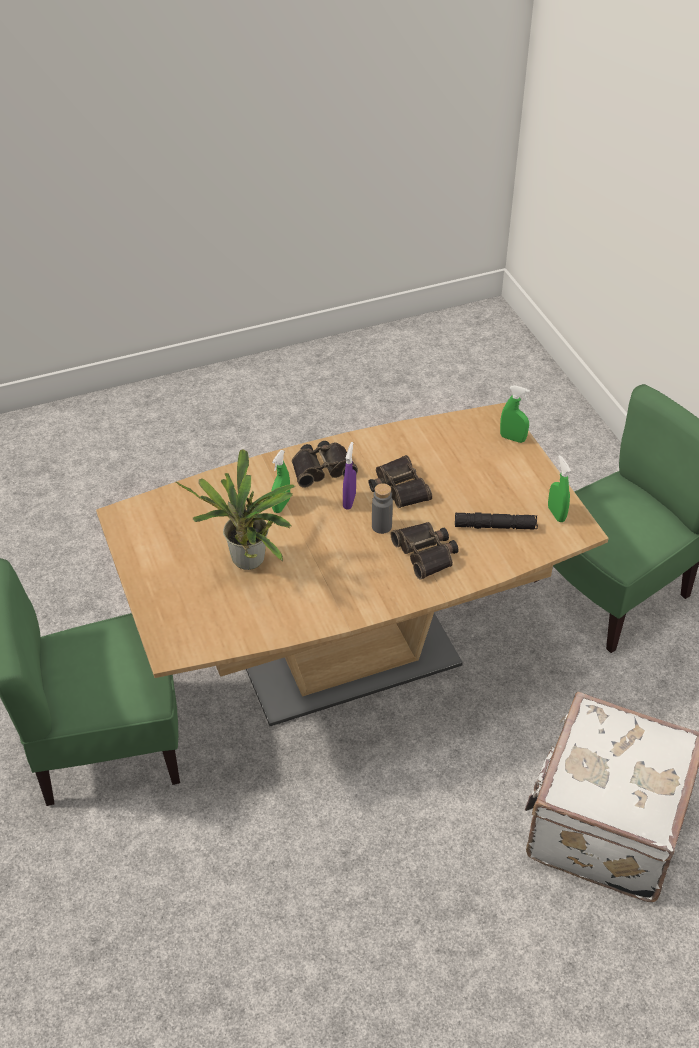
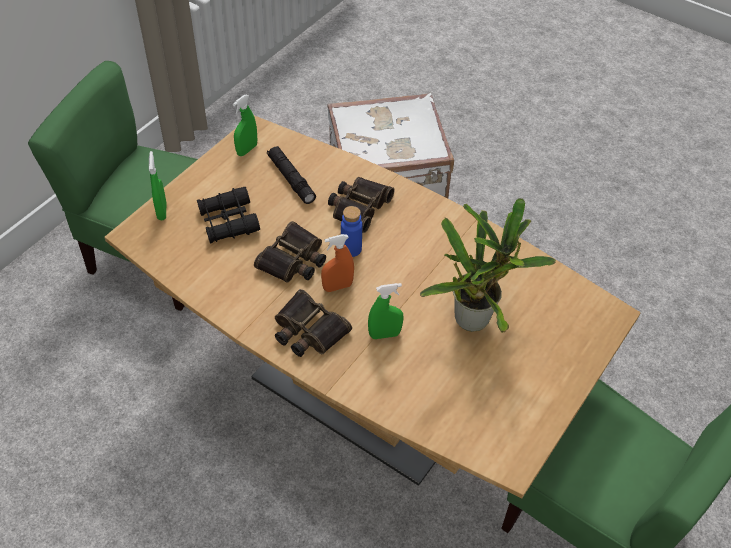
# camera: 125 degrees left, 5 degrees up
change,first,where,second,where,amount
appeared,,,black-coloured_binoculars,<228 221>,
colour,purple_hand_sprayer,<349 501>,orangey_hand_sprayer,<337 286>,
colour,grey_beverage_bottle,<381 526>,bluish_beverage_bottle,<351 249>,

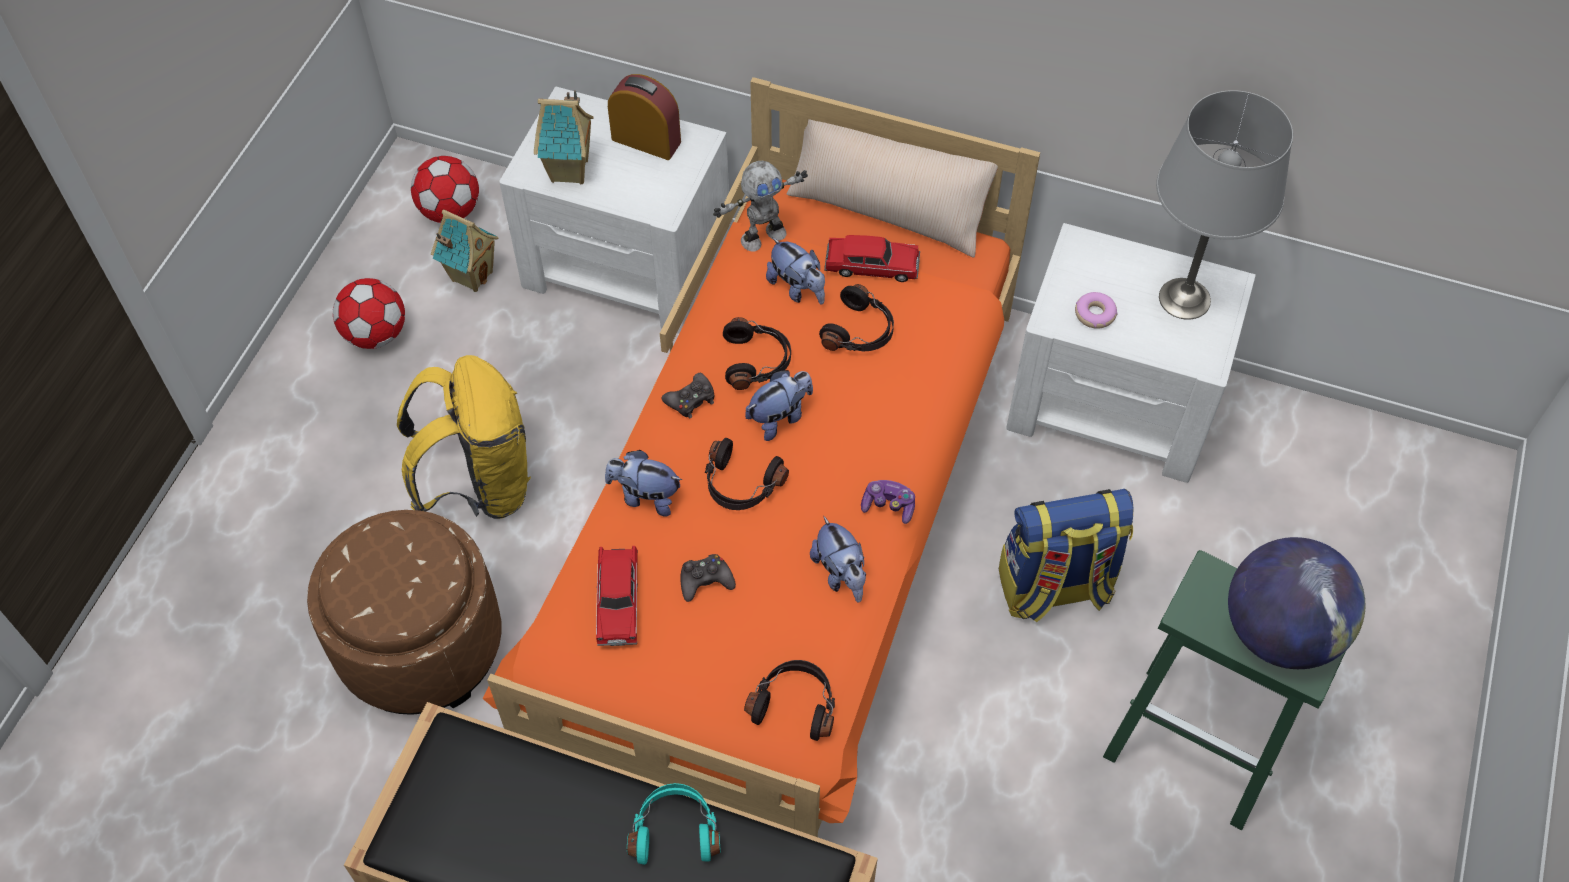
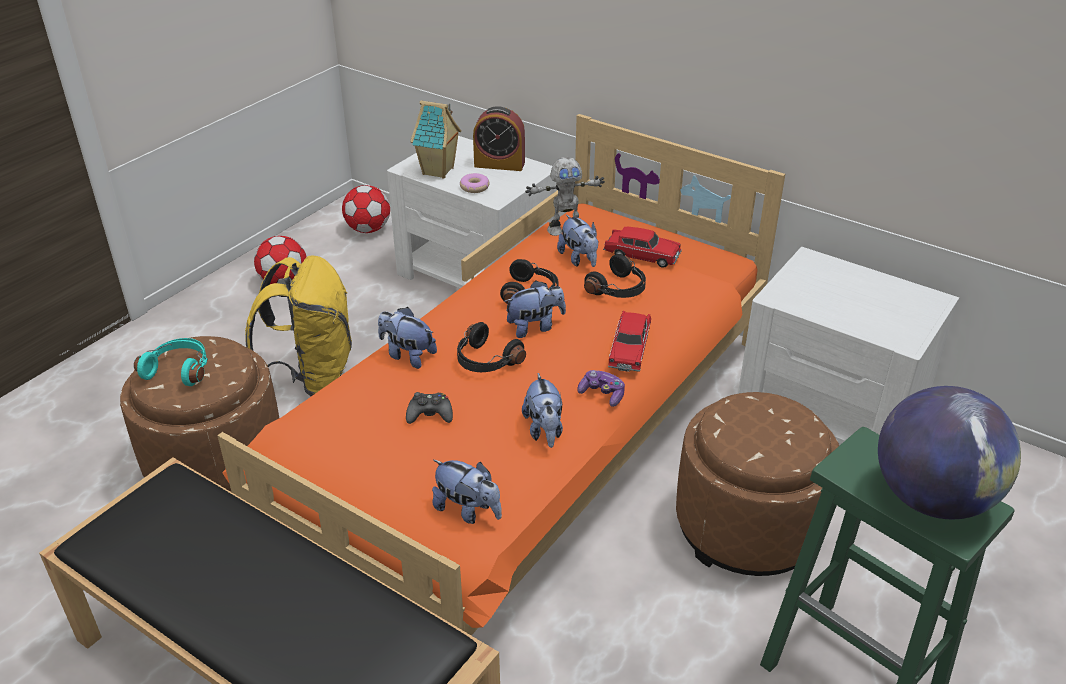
# camera: 15 degrees right, 20 degrees down
change,first,where,second,where,amount
missing,miniature_house,<471 275>,,,
missing,black-coloured_game_controller,<691 400>,,,
missing,beige-coloured_throw_pillow,<888 208>,,,
missing,grey_lamp_for_a_table,<1183 298>,,,
relocated,reddish_toy_car,<618 602>,,<629 350>,
relocated,turquoise-coloured_headphones,<675 829>,,<179 370>,
relocated,ring_doughnut,<1095 314>,,<474 187>,
exchanged,black-coloured_headphones,<795 704>,soft_toy,<468 510>,
exchanged,backpack,<1054 588>,brown-coloured_footrest,<747 527>,
spun,bedside_clock,<646 140>,,<499 164>,150 degrees clockwise

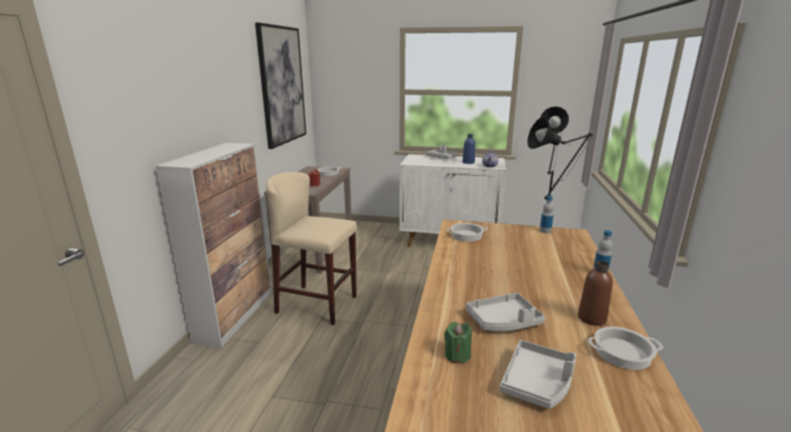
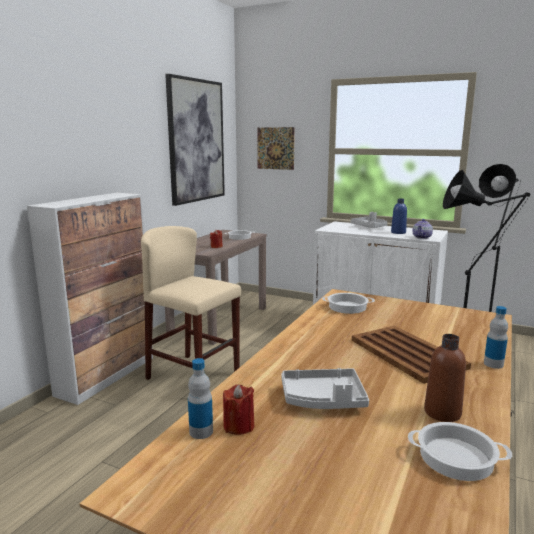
# camera: 15 degrees right, 5 degrees down
change,first,where,second,where,amount
missing,grey_tray,<538 382>,,,
appeared,,,wall_picture,<275 148>,
appeared,,,brown-coloured_tray,<407 354>,
relocated,beverage_bottle,<545 231>,,<201 431>,
colour,greenish_candle,<457 355>,reddish_candle,<239 426>,

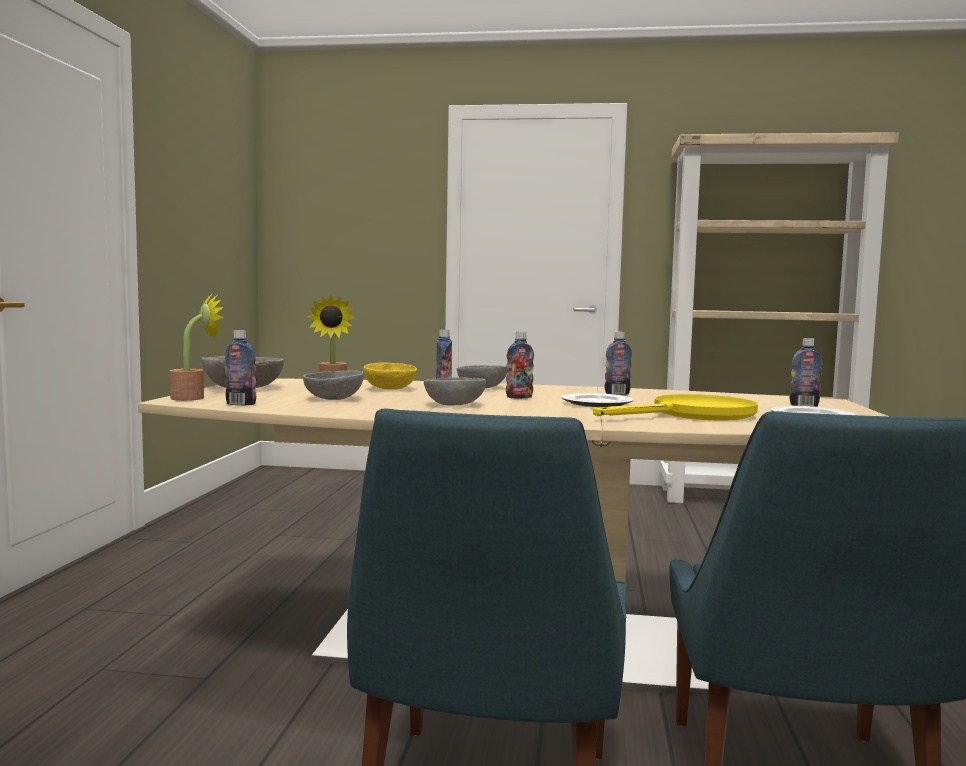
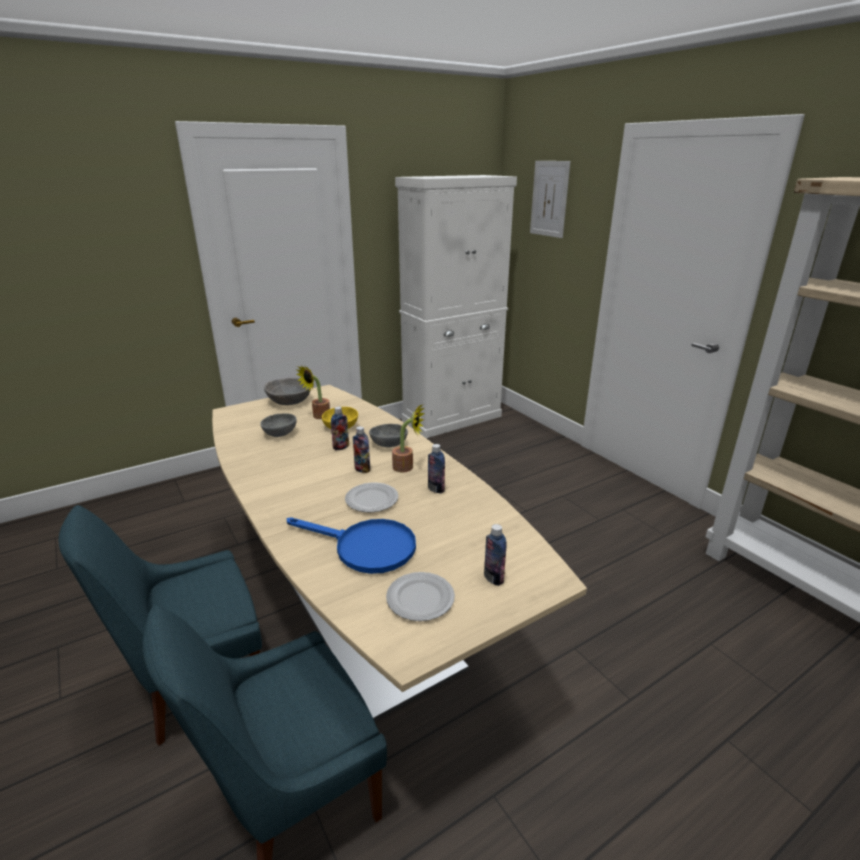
# camera: 50 degrees right, 20 degrees up
change,first,where,second,where,amount
missing,beverage_bottle,<241 404>,,,
missing,grey_bowl,<453 404>,,,
appeared,,,white-coloured_cabinet,<452 418>,
appeared,,,wall_picture,<549 199>,
relocated,plant_in_a_pot,<194 398>,,<407 467>,
colour,yellow-coloured_skillet,<692 415>,bluish_skillet,<365 547>,

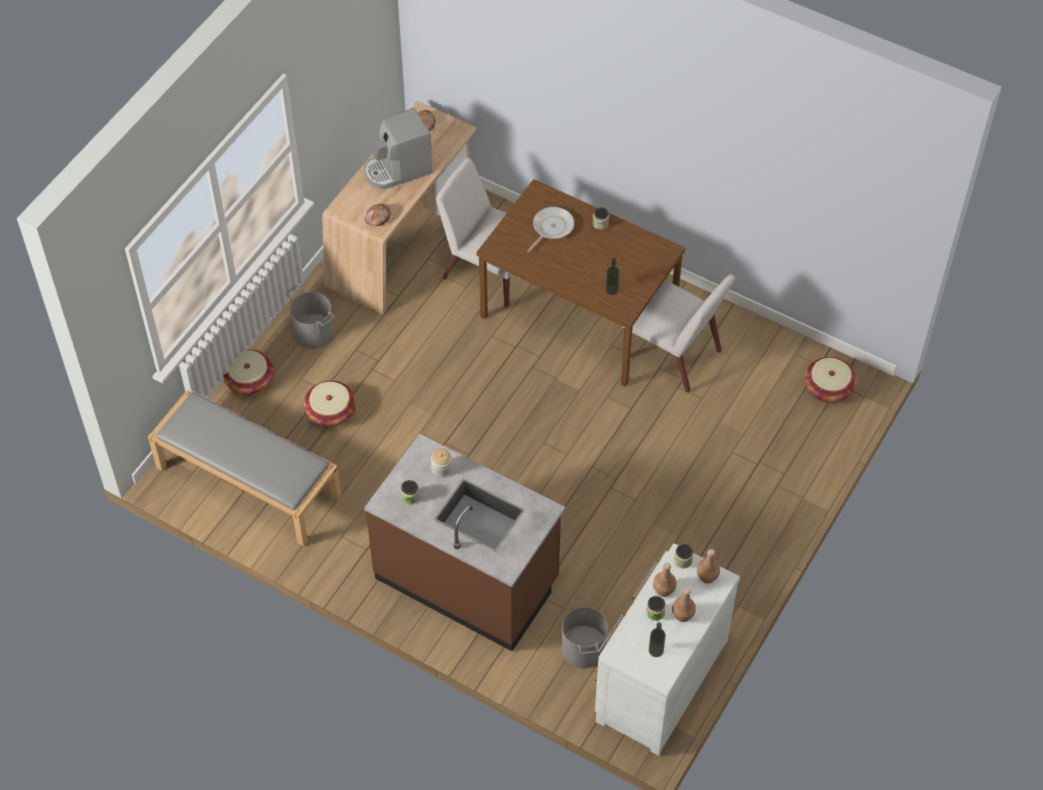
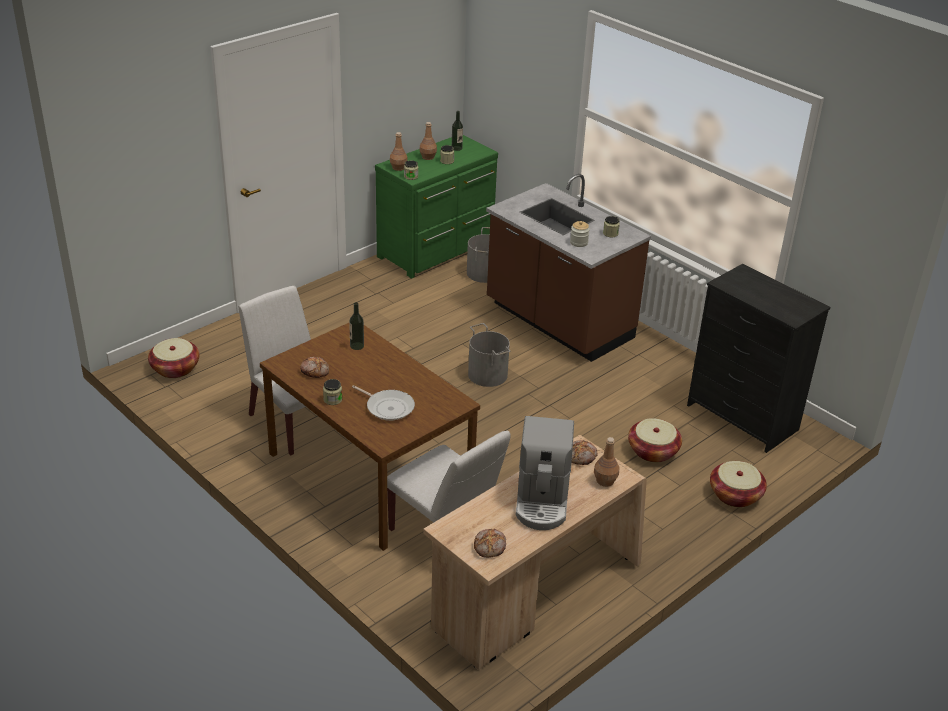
# camera: 165 degrees left, 20 degrees down
change,first,where,second,where,amount
appeared,,,baked_bread,<315 371>,
relocated,grey_pail,<314 332>,,<487 375>,
relocated,brown-coloured_beverage_bottle,<664 589>,,<604 481>,
exchanged,grey_long_seat,<247 482>,black-coloured_drawer_chest,<741 418>,
colour,white-coloured_drawer_chest,<658 680>,greenish_drawer_chest,<438 250>,
spun,coffee_maker,<397 170>,,<542 501>,105 degrees clockwise
spun,skillet,<551 228>,,<388 407>,105 degrees counterclockwise

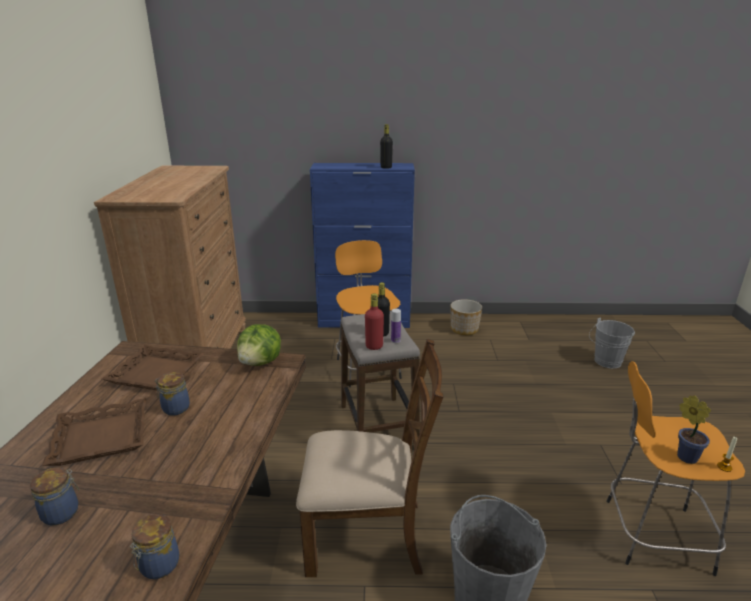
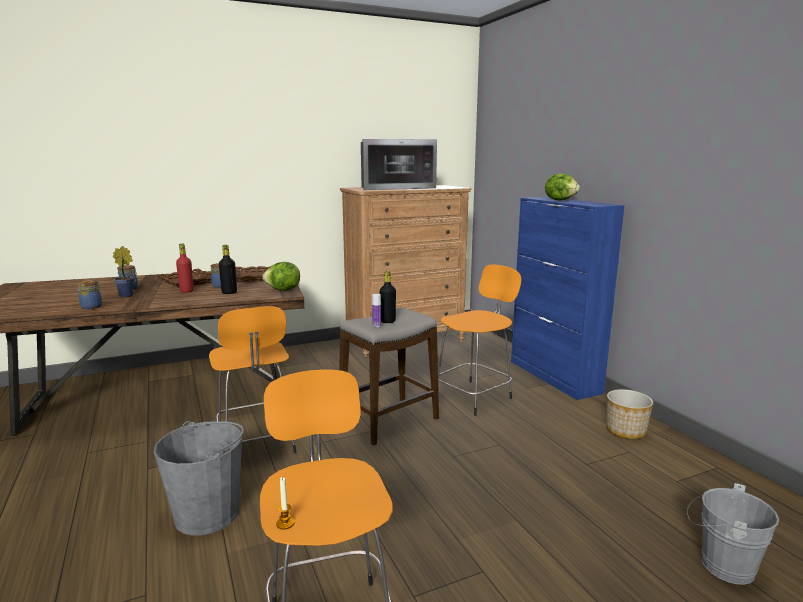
# camera: 65 degrees right, 10 degrees down
change,first,where,second,where,amount
appeared,,,microwave,<394 188>,
appeared,,,lettuce_head,<560 200>,
relocated,reddish_beverage_bottle,<374 346>,,<186 291>,
relocated,black-coloured_beverage_bottle,<386 167>,,<229 292>,
relocated,plant_in_a_pot,<684 456>,,<128 295>,
exchanged,brown-coloured_chair,<367 536>,orangey_sitting_stool,<256 445>,

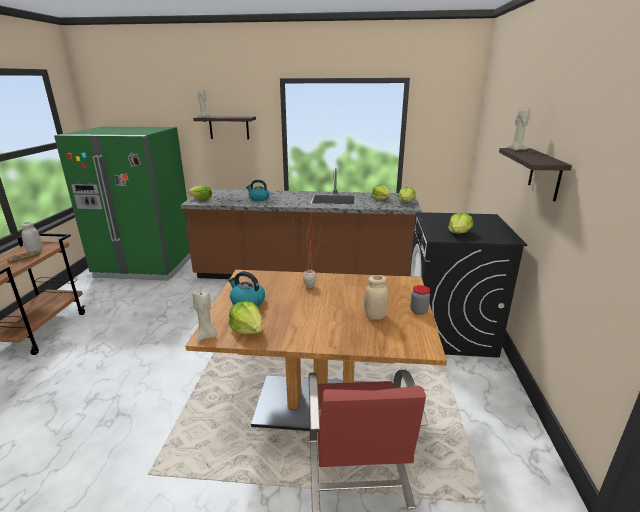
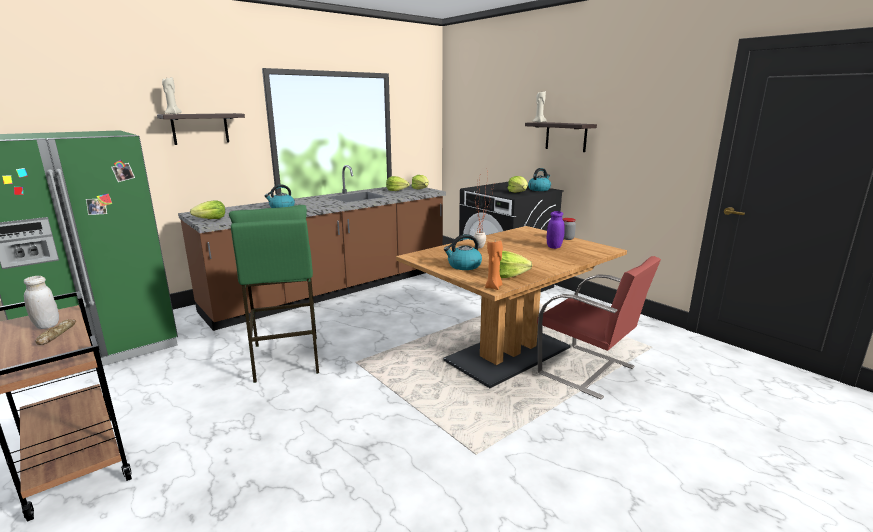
# camera: 45 degrees left, 5 degrees down
change,first,where,second,where,amount
appeared,,,greenish_sitting_stool,<286 358>,
appeared,,,kettle,<539 189>,
colour,beige-coloured_candle,<207 336>,orangey_candle,<493 287>,
colour,beige-coloured_jar,<375 316>,purple_jar,<554 247>,

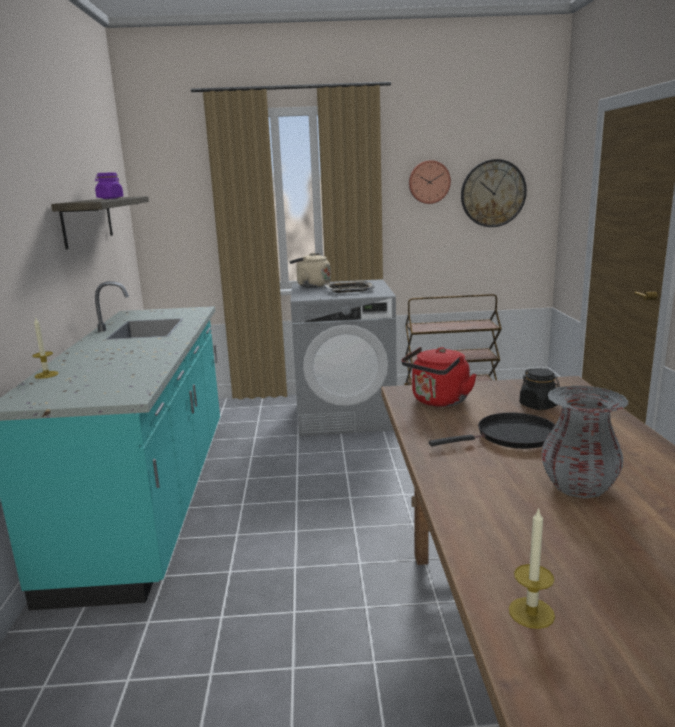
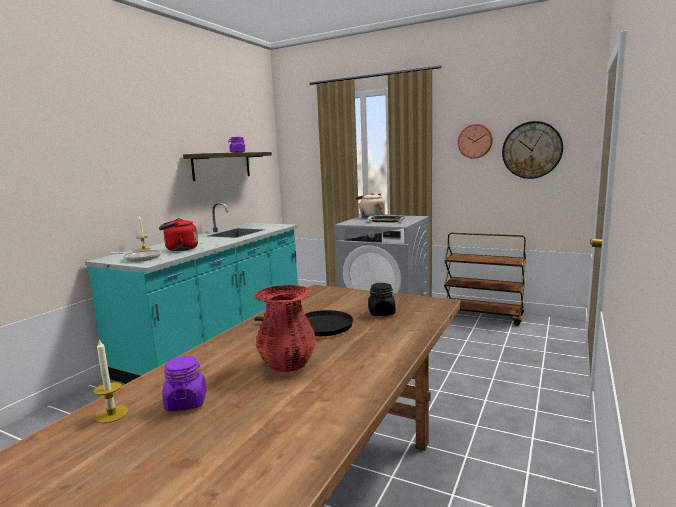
# camera: 30 degrees right, 5 degrees down
change,first,where,second,where,amount
appeared,,,skillet,<140 258>,
appeared,,,purple_jar,<186 402>,
relocated,reddish_kettle,<438 401>,,<179 249>,
colour,grey_decorative_vase,<578 487>,reddish_decorative_vase,<288 364>,

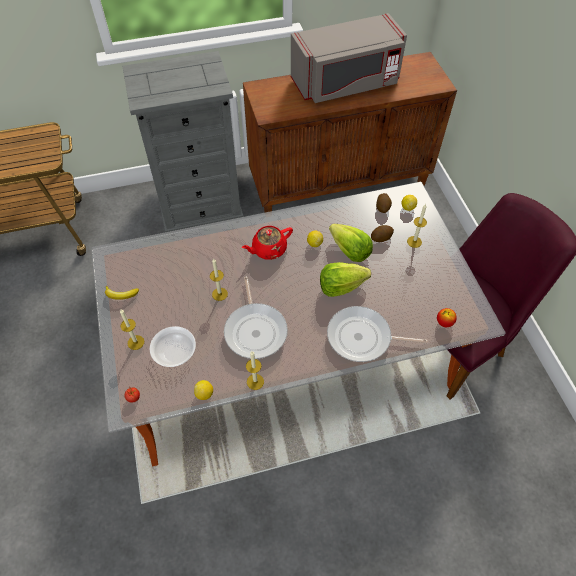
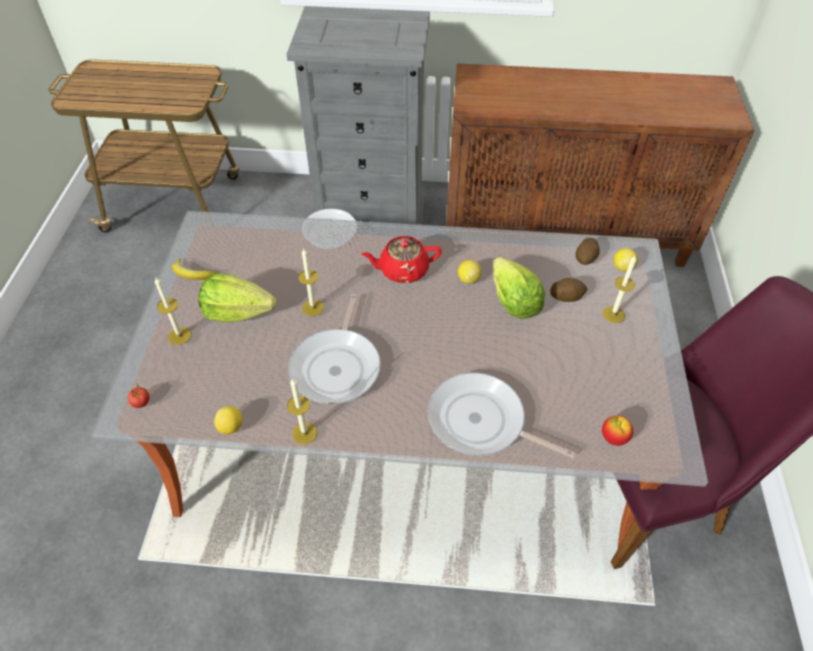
# camera: 20 degrees right, 5 degrees down
change,first,where,second,where,amount
missing,grey_microwave,<346 83>,,,
relocated,bowl,<175 353>,,<331 239>,
relocated,lettuce_head,<341 286>,,<237 312>,

